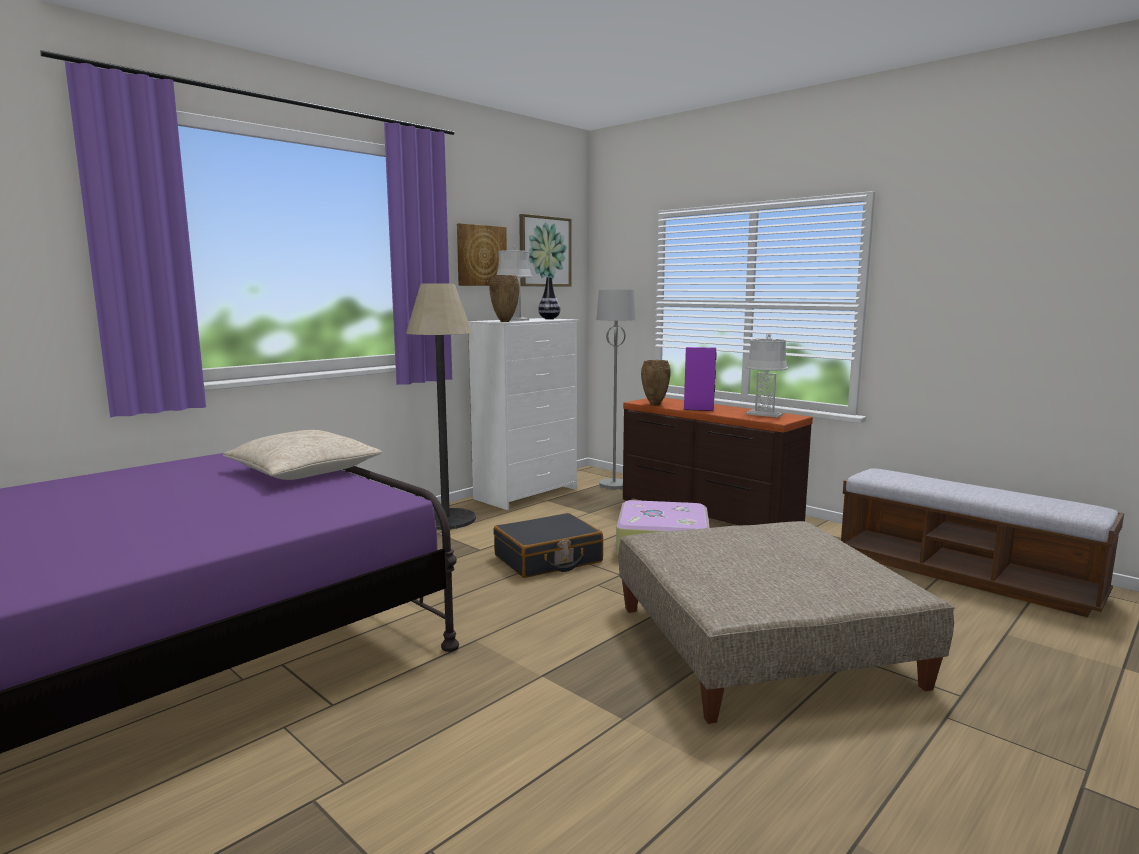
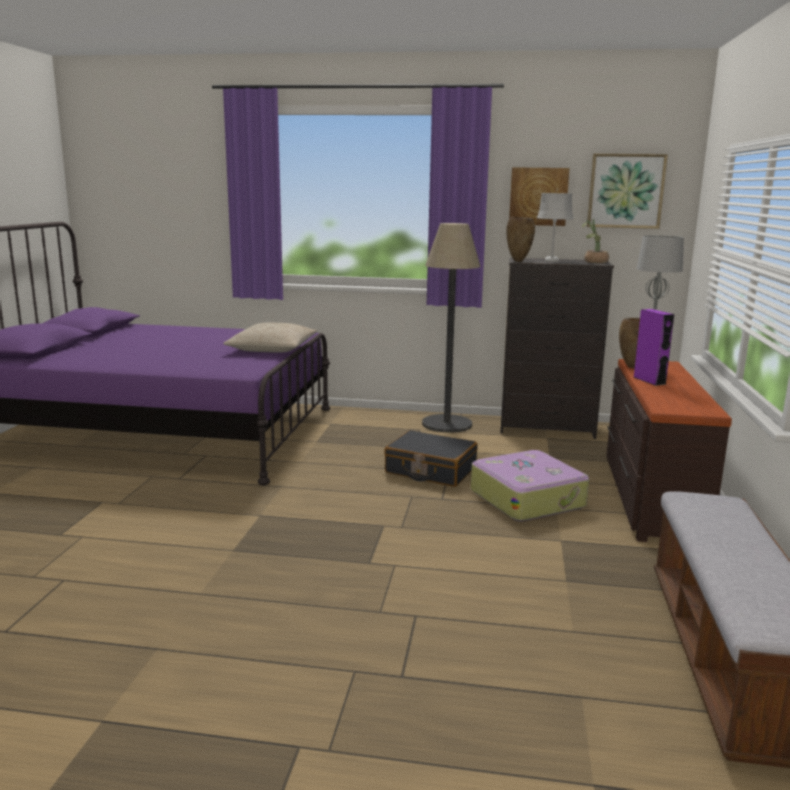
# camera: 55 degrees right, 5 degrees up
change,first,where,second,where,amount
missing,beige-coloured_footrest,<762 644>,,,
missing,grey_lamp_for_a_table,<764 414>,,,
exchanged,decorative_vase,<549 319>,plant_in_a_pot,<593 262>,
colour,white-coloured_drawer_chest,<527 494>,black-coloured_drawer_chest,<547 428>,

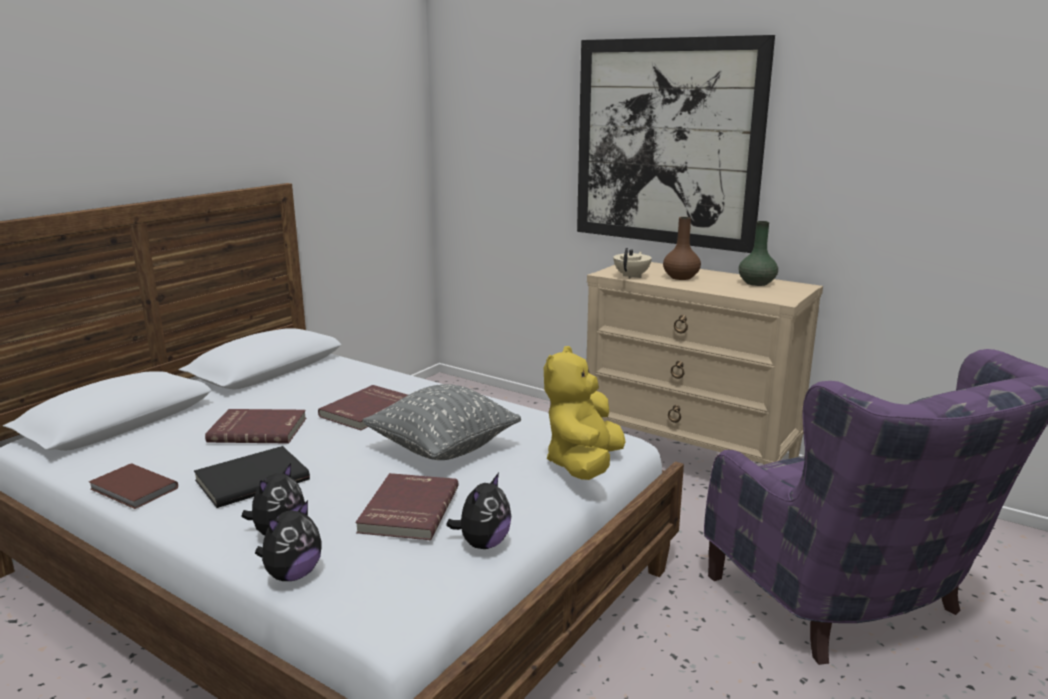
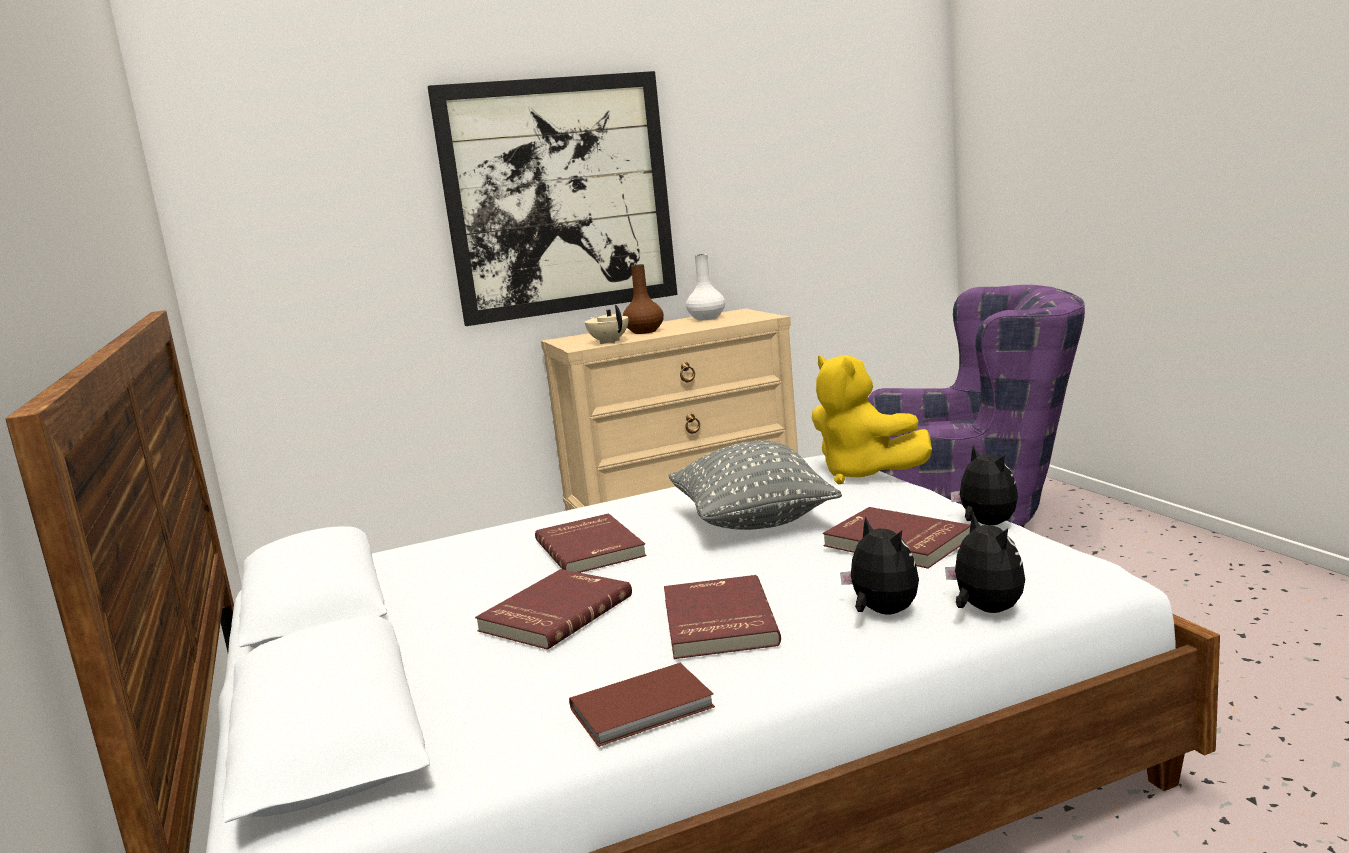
# camera: 55 degrees left, 5 degrees down
change,first,where,second,where,amount
colour,black-coloured_book,<251 479>,reddish_book,<716 622>,
colour,greenish_decorative_vase,<757 283>,white-coloured_decorative_vase,<707 318>,

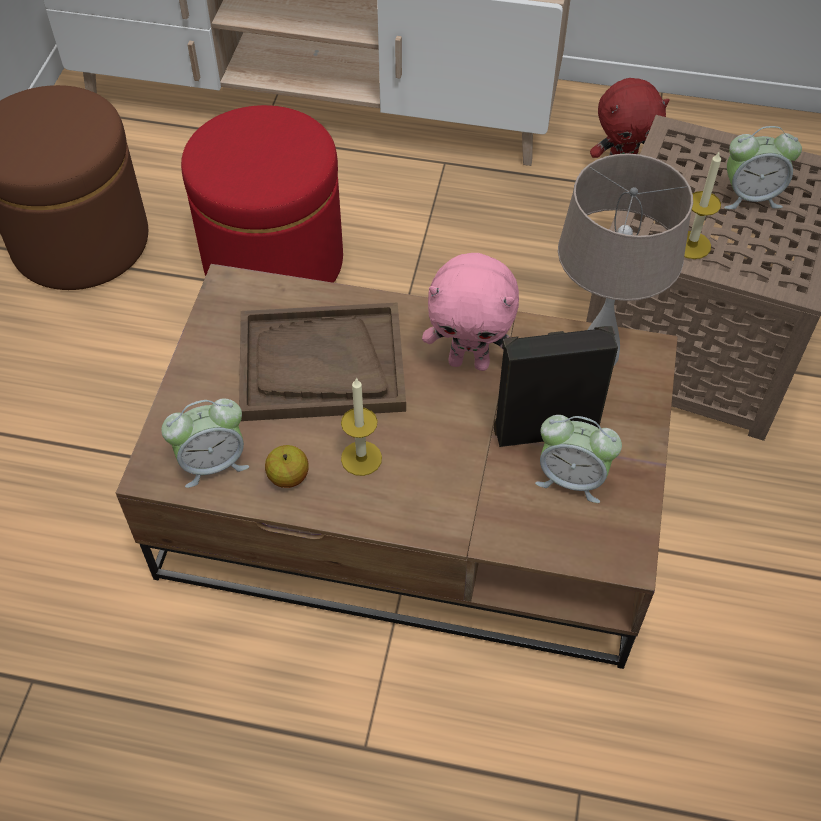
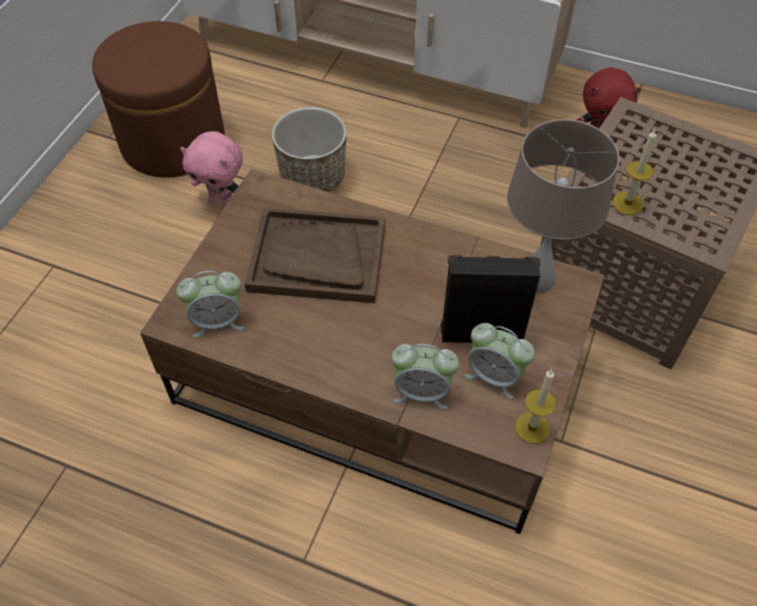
# camera: 10 degrees right, 0 degrees up
change,first,where,second,where,amount
missing,apple_fruit,<288 477>,,,
relocated,candle,<361 458>,,<532 428>,
relocated,pink_soft_toy,<469 362>,,<222 202>,
relocated,bedside_clock,<750 196>,,<422 392>,
exchanged,reddish_footrest,<273 262>,plant_pot,<312 176>,

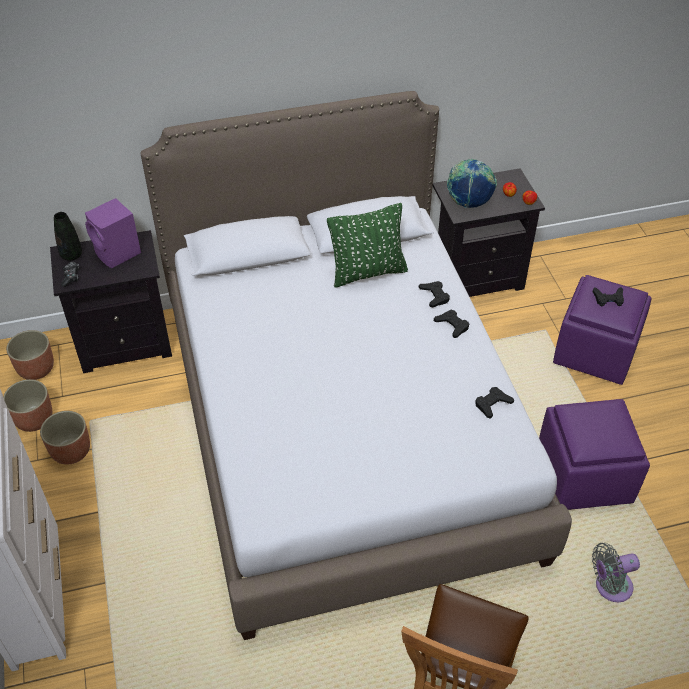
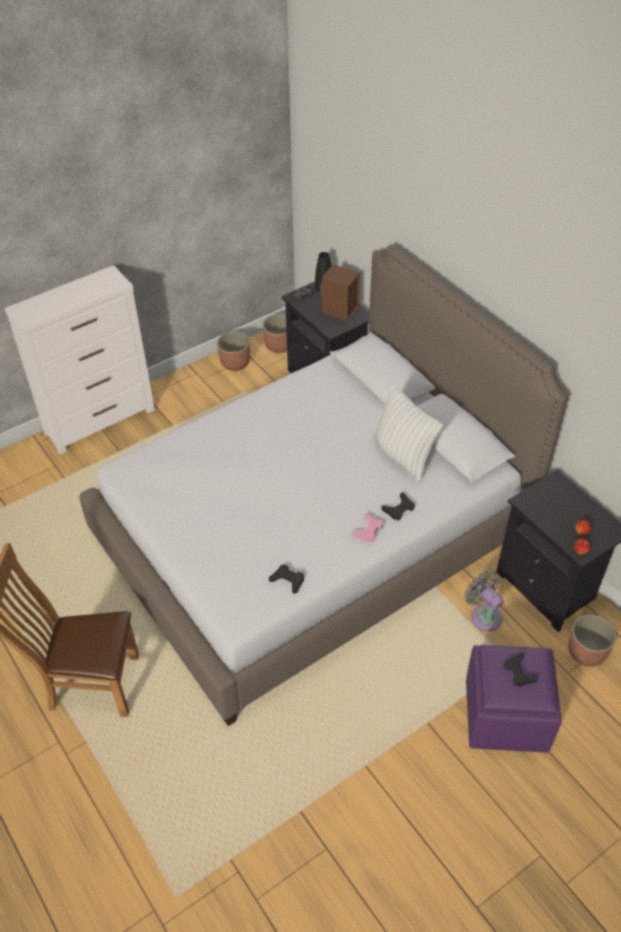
# camera: 70 degrees right, 0 degrees up
change,first,where,second,where,amount
missing,globe,<469 203>,,,
missing,purple_footrest,<584 475>,,,
relocated,plant_pot,<71 451>,,<586 652>,
relocated,grey_fan,<609 586>,,<484 615>,
colour,purple_loudspeaker,<118 254>,brown-coloured_loudspeaker,<339 310>,
colour,greenish_throw_pillow,<367 272>,white-coloured_throw_pillow,<402 456>,
colour,black-coloured_game_controller,<452 325>,pink_game_controller,<368 530>,

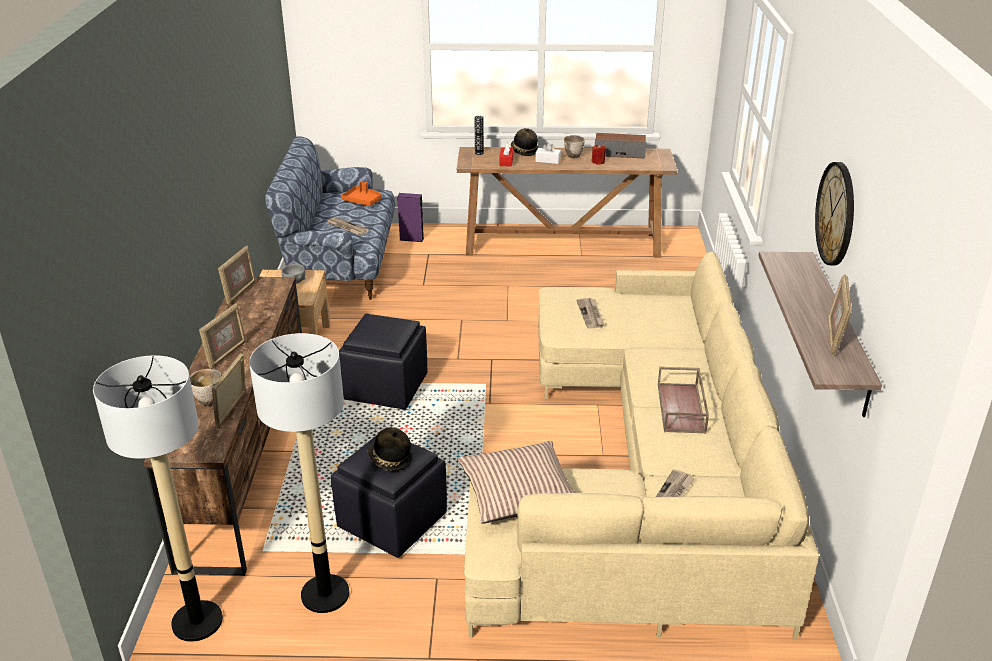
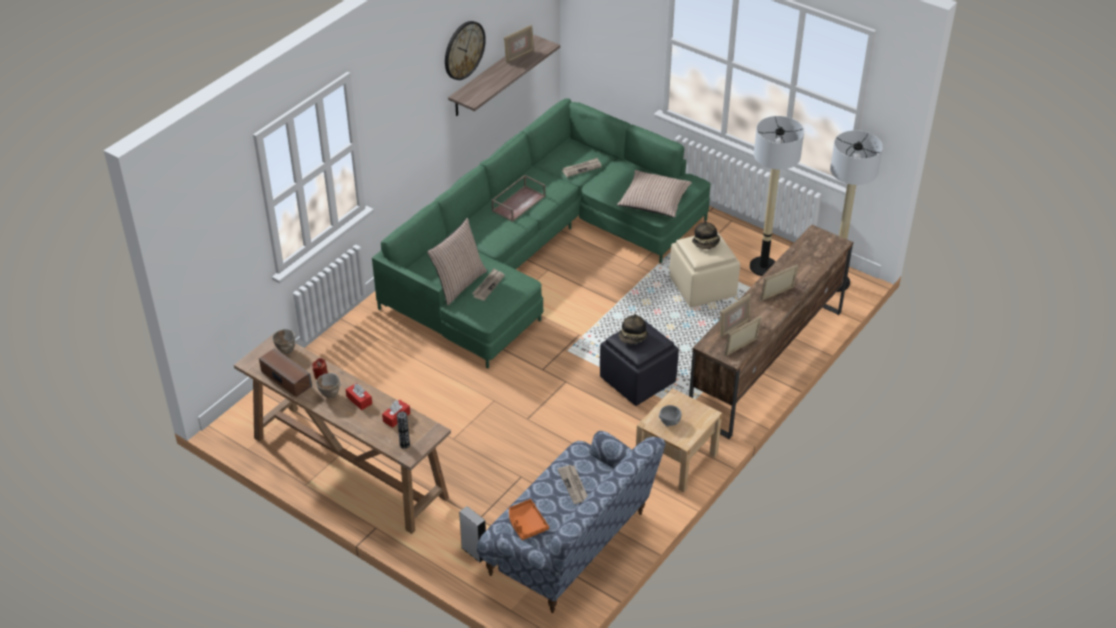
# camera: 145 degrees left, 10 degrees up
change,first,where,second,where,amount
appeared,,,throw_pillow,<459 283>,
relocated,bowl,<209 401>,,<286 350>,
relocated,photo_frame,<232 409>,,<733 328>,
relocated,clothing_hat,<524 151>,,<633 338>,
colour,black-coloured_footrest,<391 521>,beige-coloured_footrest,<703 287>,
colour,purple_loudspeaker,<411 239>,grey_loudspeaker,<474 552>,
colour,beige-coloured_sofa,<643 472>,greenish_sofa,<537 250>,
colour,white-coloured_box_of_tissues,<548 160>,reddish_box_of_tissues,<359 400>,

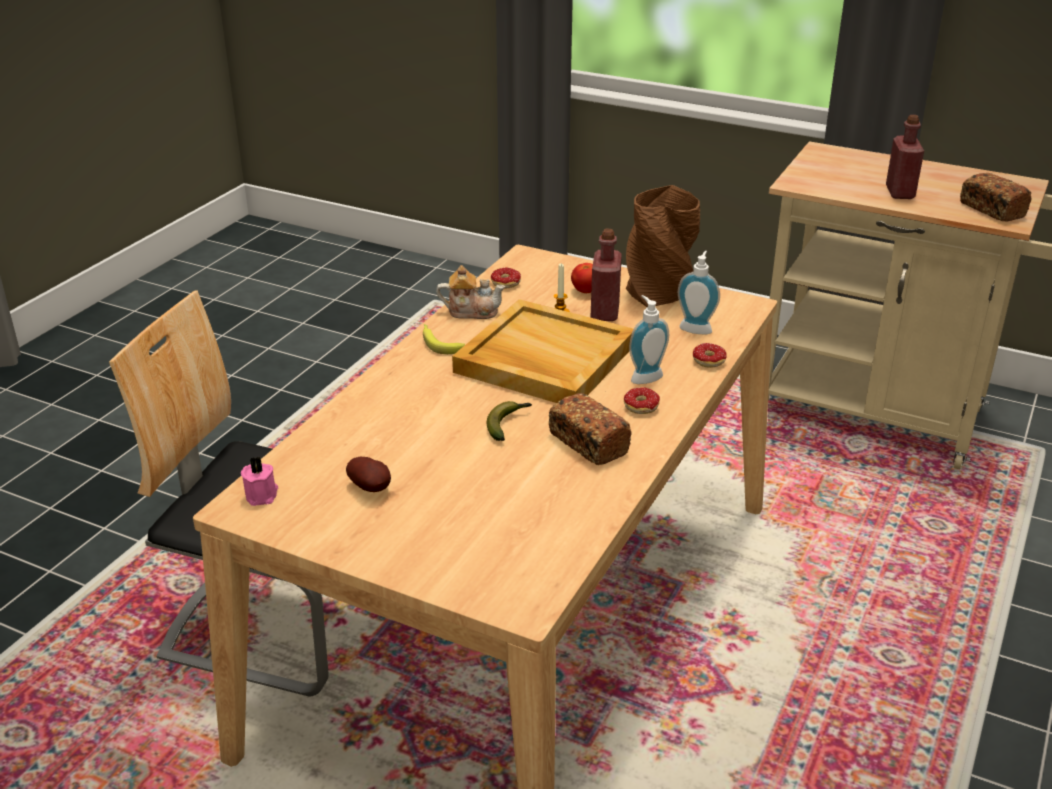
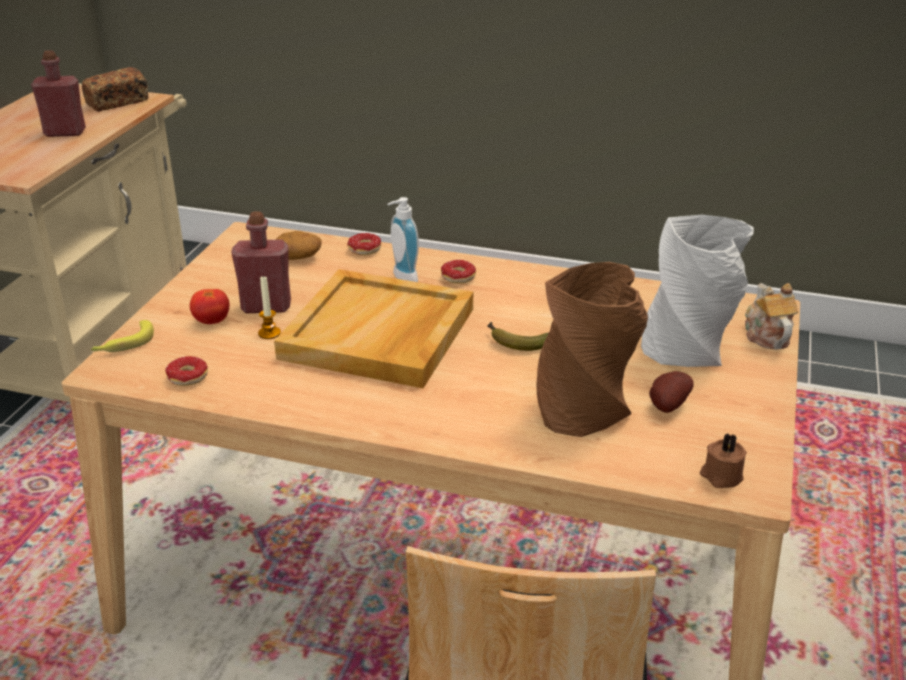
# camera: 100 degrees left, 0 degrees up
change,first,where,second,where,amount
missing,baked_bread,<588 443>,,,
appeared,,,grey_decorative_vase,<689 347>,
relocated,whole_banana,<439 343>,,<124 344>,
relocated,tea_pot,<471 311>,,<766 335>,
relocated,brown-coloured_decorative_vase,<659 294>,,<584 407>,
exchanged,soap_bottle,<696 328>,potato,<298 257>,
colour,pink_candle,<262 495>,brown-coloured_candle,<720 476>,

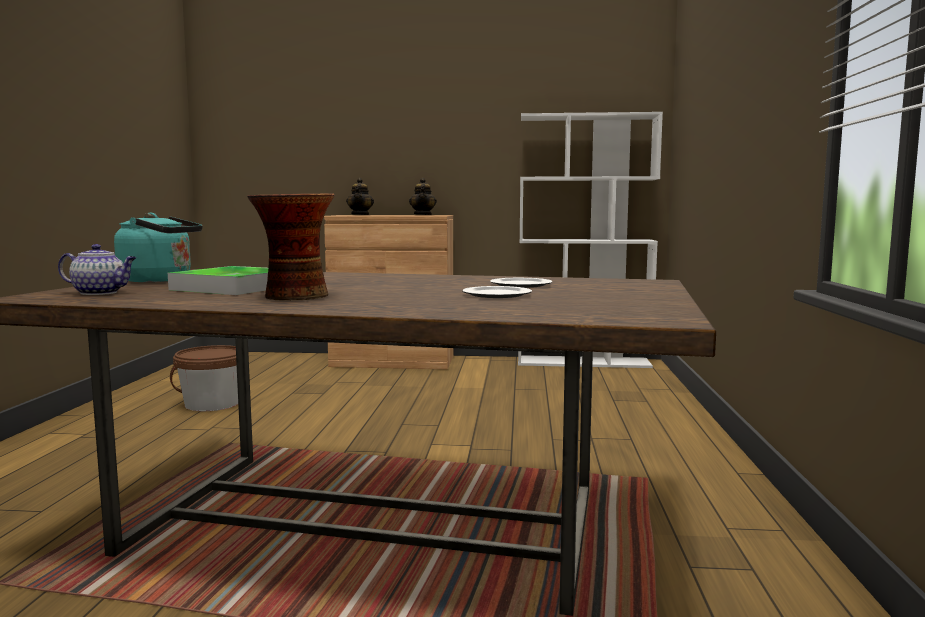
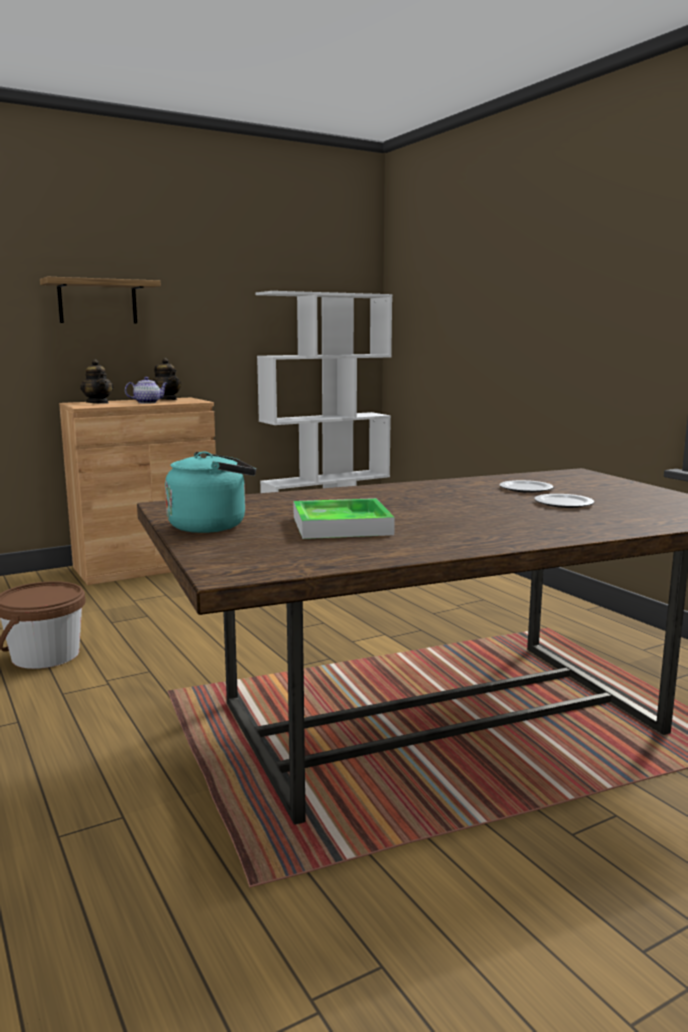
# camera: 35 degrees left, 5 degrees up
change,first,where,second,where,amount
missing,decorative_vase,<294 296>,,,
appeared,,,bracket_shelf,<97 302>,
relocated,tea_pot,<101 293>,,<148 402>,

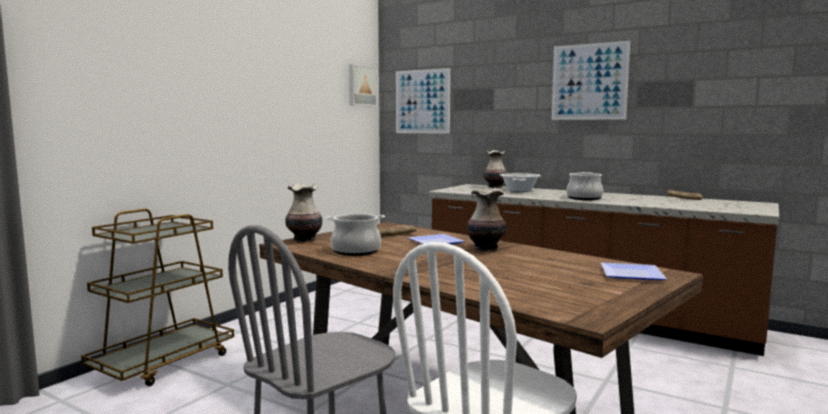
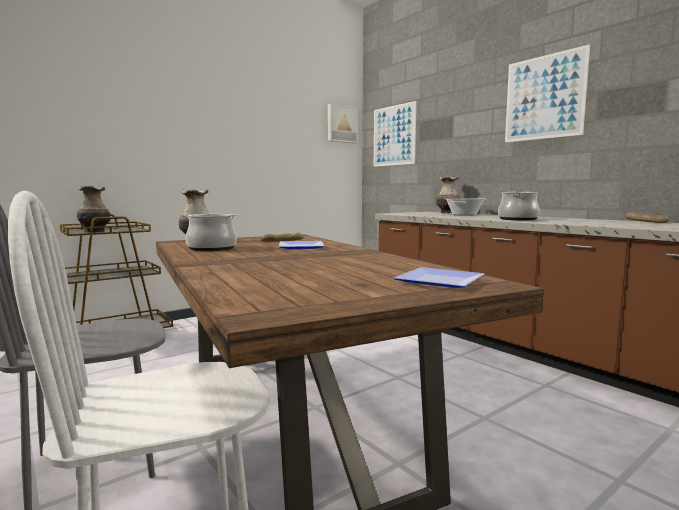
# camera: 20 degrees right, 0 degrees up
change,first,where,second,where,amount
relocated,decorative_vase,<485 248>,,<94 232>,

